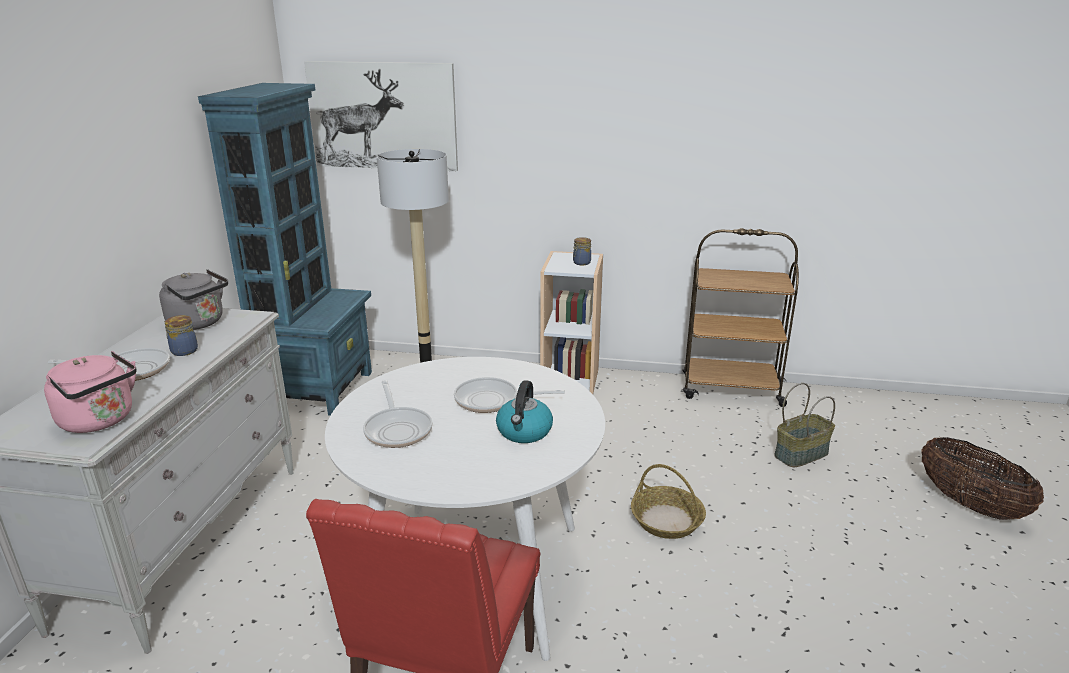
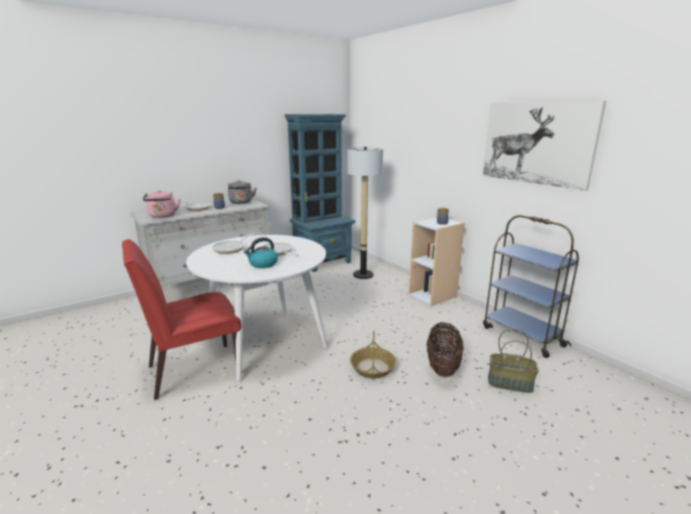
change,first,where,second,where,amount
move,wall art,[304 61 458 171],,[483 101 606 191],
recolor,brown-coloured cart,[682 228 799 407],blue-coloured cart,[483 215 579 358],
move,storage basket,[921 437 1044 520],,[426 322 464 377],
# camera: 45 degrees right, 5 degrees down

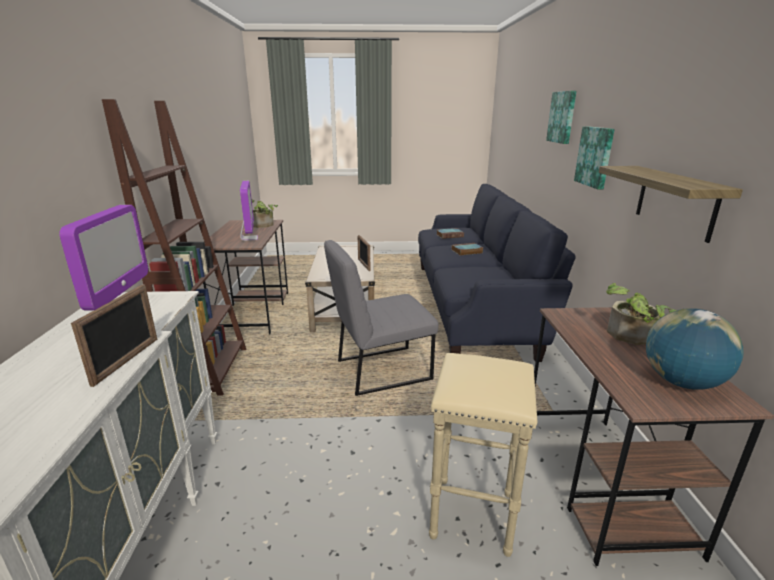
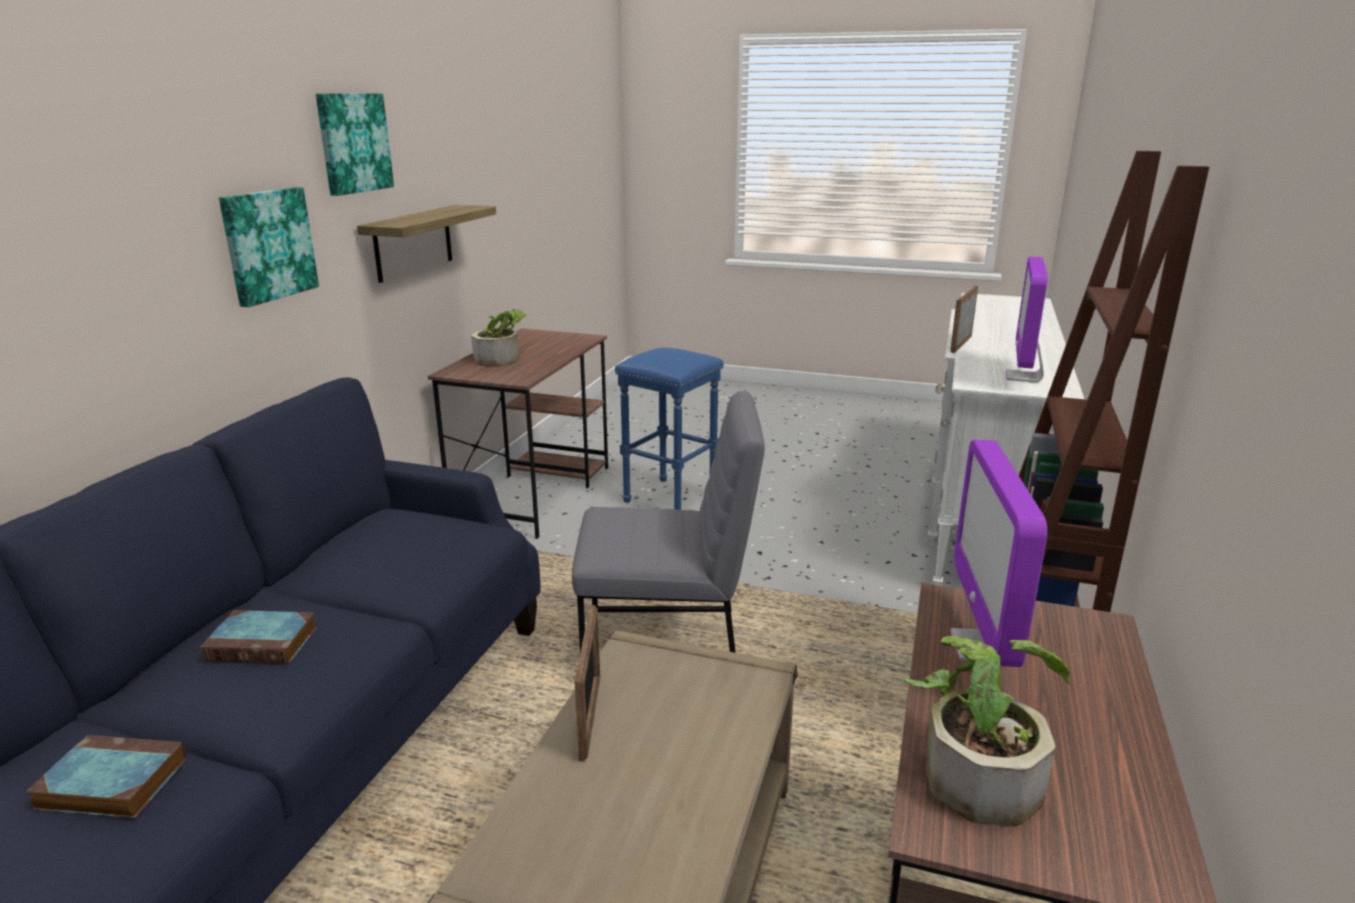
change,first,where,second,where,amount
move,wall art,[546 91 576 144],,[316 93 394 196],
delete,world globe,[646 308 744 390],,,
recolor,sand-coloured sitting stool,[429 353 537 557],blue-coloured sitting stool,[615 347 723 510],
# camera: 160 degrees left, 0 degrees up

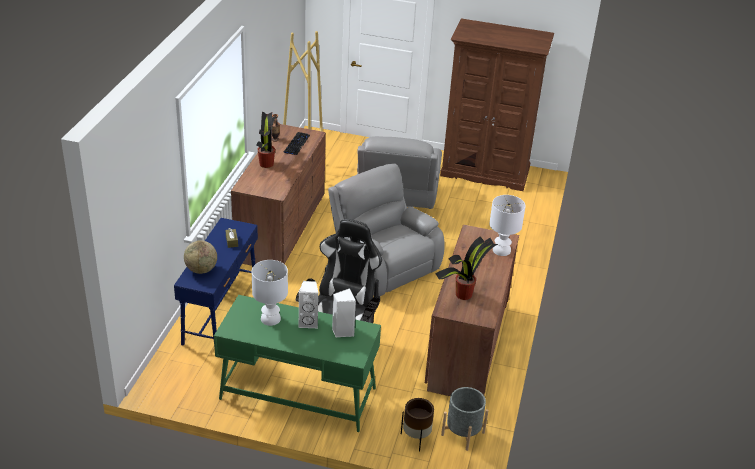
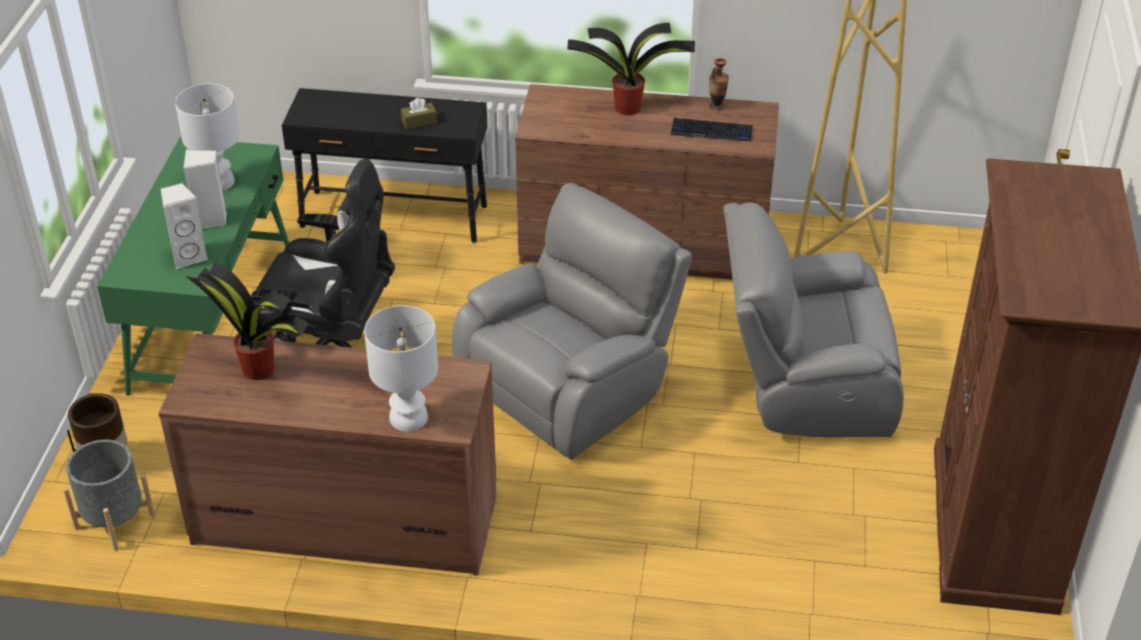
change,first,where,second,where,amount
recolor,blue-coloured hall table,[174 218 258 348],black hall table,[282 88 488 243],
delete,world globe,[184 240 217 274],,,
# camera: 85 degrees right, 5 degrees up

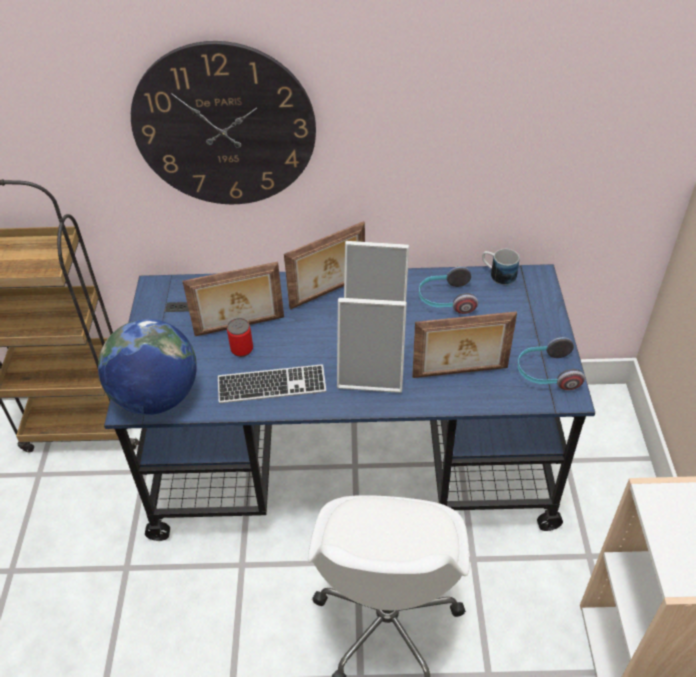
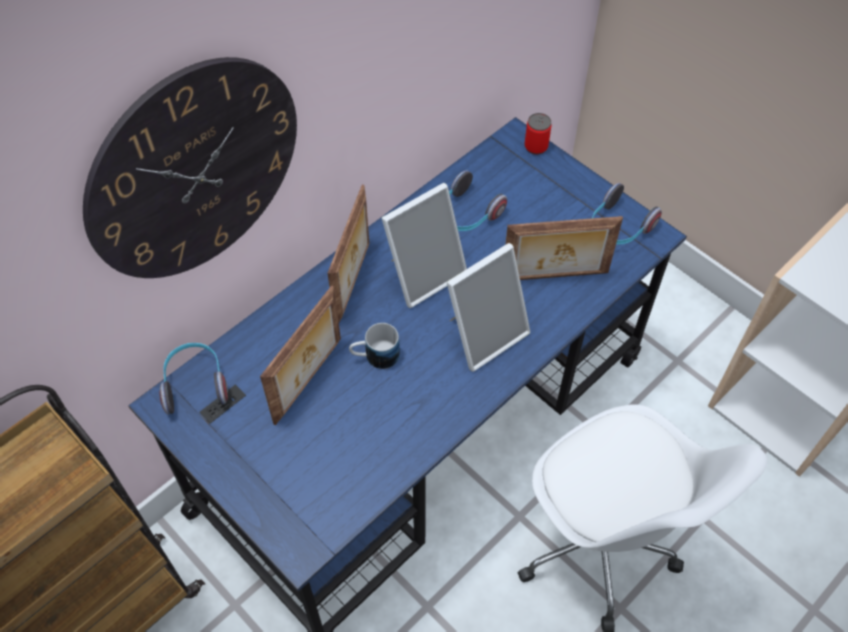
change,first,where,second,where,amount
move,mug,[482 249 520 285],,[349 323 400 369],
rotate,photo frame,[412 311 517 378],,[505 216 623 280],45 degrees clockwise
move,sealed can,[227 318 253 357],,[525 113 552 155],
delete,world globe,[98 319 197 415],,,
delete,PC keyboard,[218 364 326 403],,,
insert,,,headphones,[159 343 228 415],
# camera: 45 degrees left, 10 degrees up

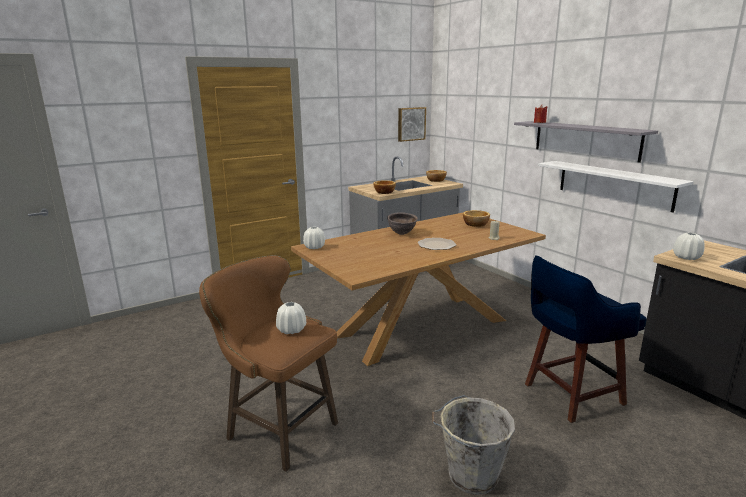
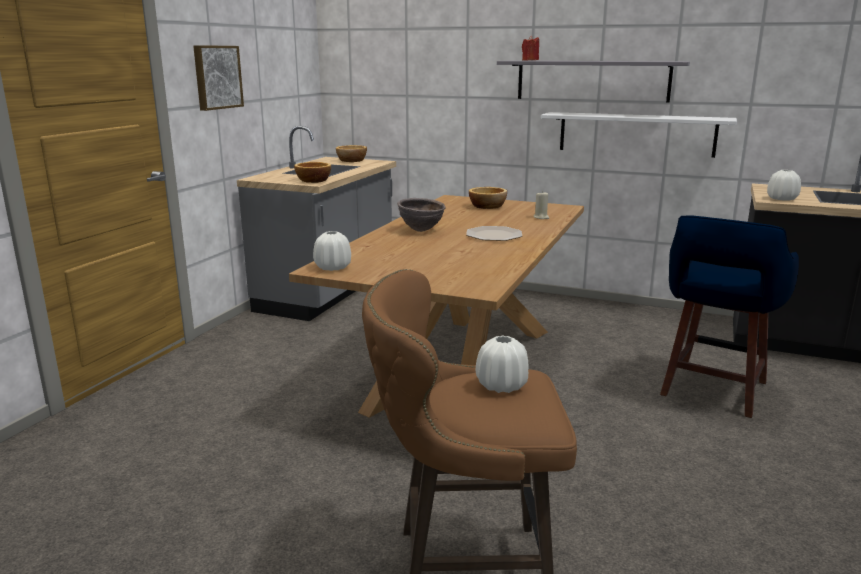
change,first,where,second,where,amount
move,wall art,[398 107 426 142],,[193 45 244 111],
delete,greyish pail,[432 395 515 495],,,
# camera: 35 degrees left, 0 degrees up

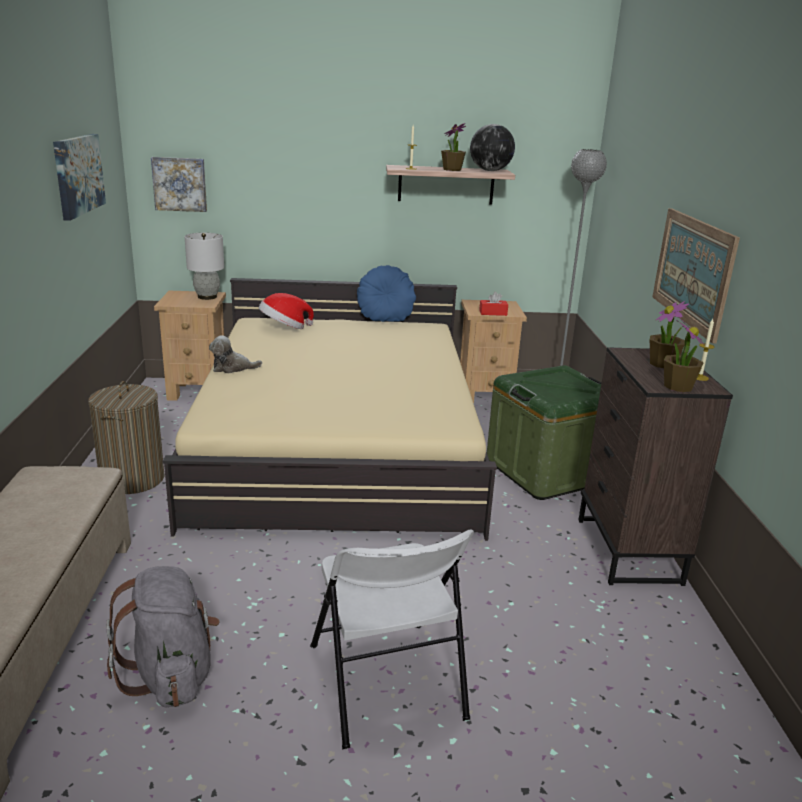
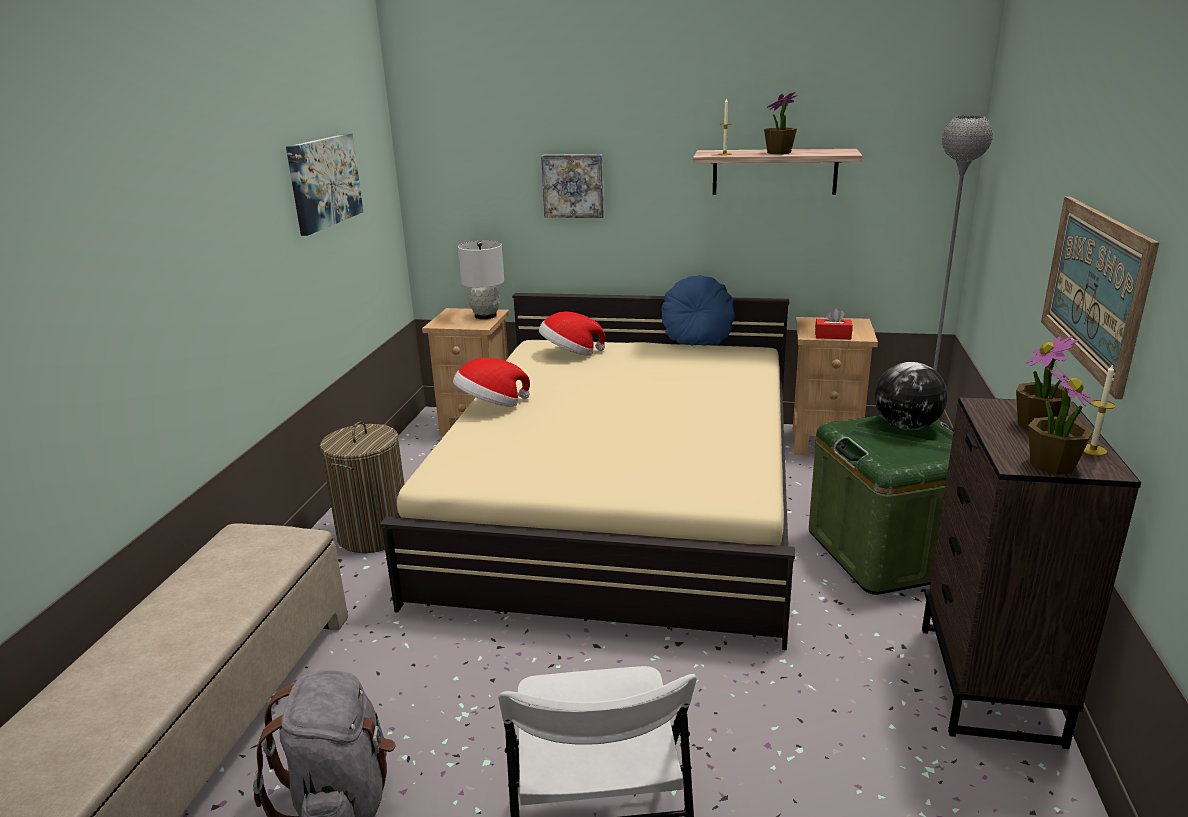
change,first,where,second,where,amount
move,world globe,[470 124 515 171],,[875 362 947 430],
move,wall art,[151 157 207 212],,[541 154 604 218],
replace,cuddly toy,[209 335 262 373],clothing hat,[453 358 530 407],
# camera: 15 degrees right, 0 degrees up

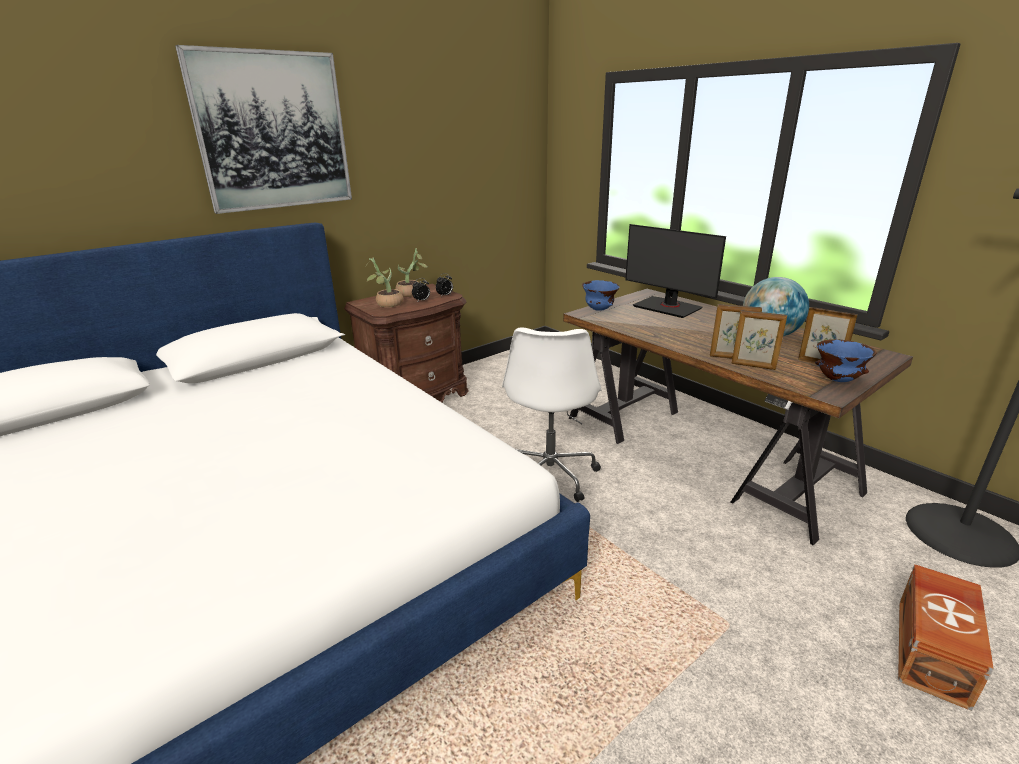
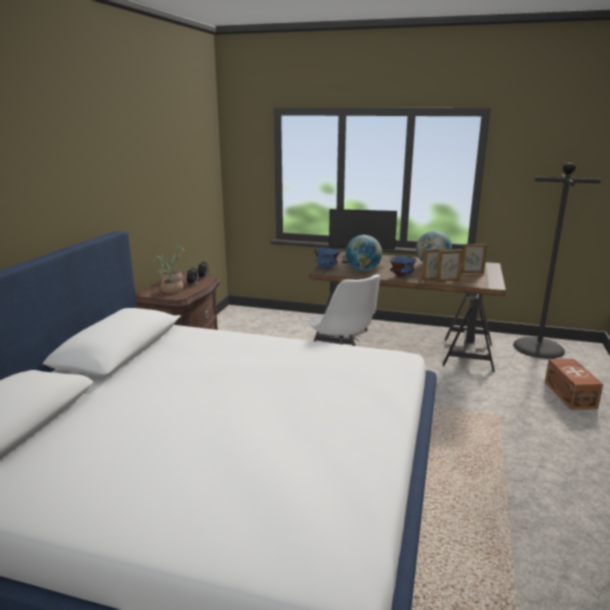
change,first,where,second,where,amount
delete,wall art,[175 45 352 214],,,
move,blue-coloured bowl,[815 339 877 382],,[389 256 417 277],
insert,,,world globe,[346 235 382 271],
# camera: 35 degrees left, 5 degrees down

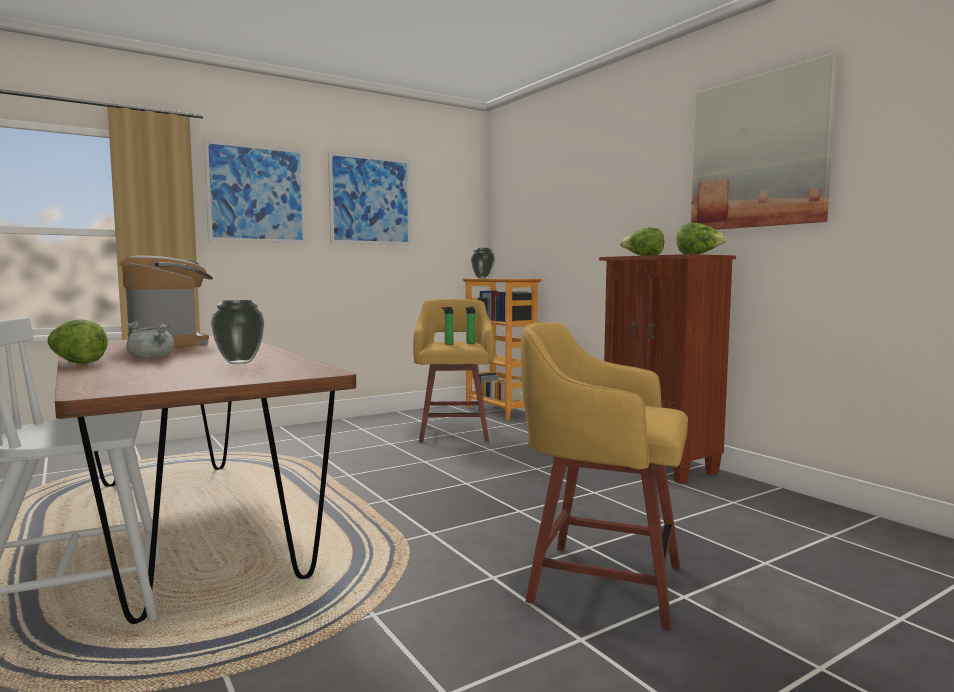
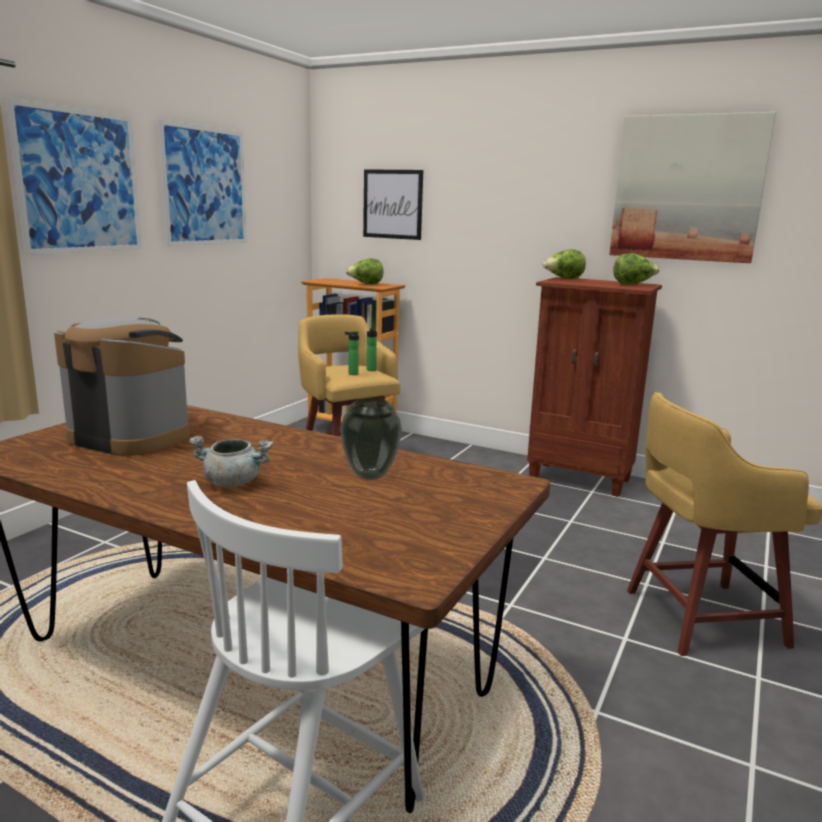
change,first,where,second,where,amount
delete,vase,[471 248 495 279],,,
move,head of lettuce,[47 319 108 364],,[346 258 383 284],
insert,,,wall art,[363 169 423 240],
# camera: 30 degrees left, 10 degrees up

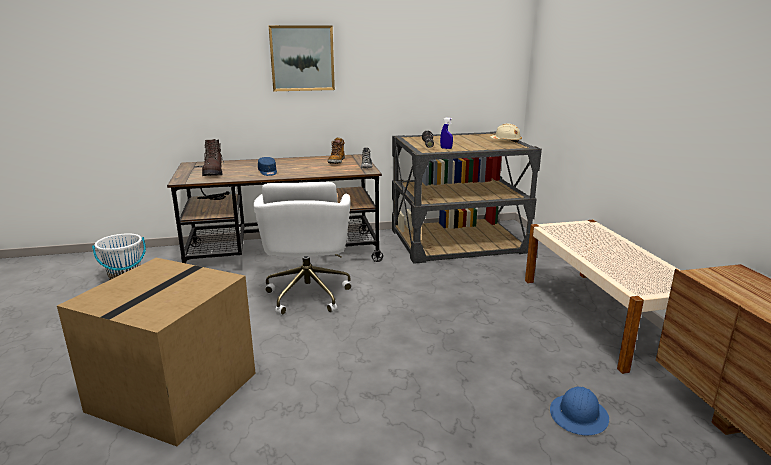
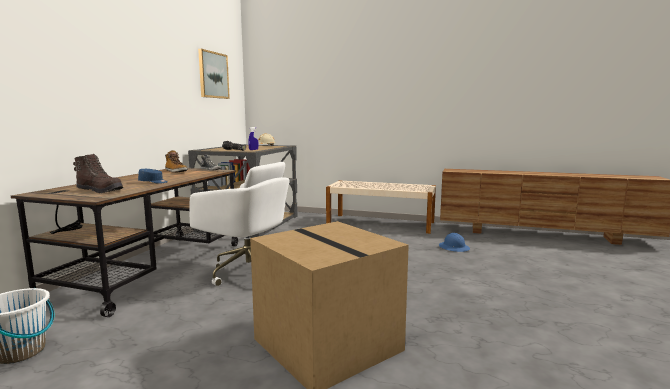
change,first,where,second,where,amount
move,wall art,[268 25 335 91],,[198 49 230 99],
# camera: 60 degrees left, 10 degrees down

